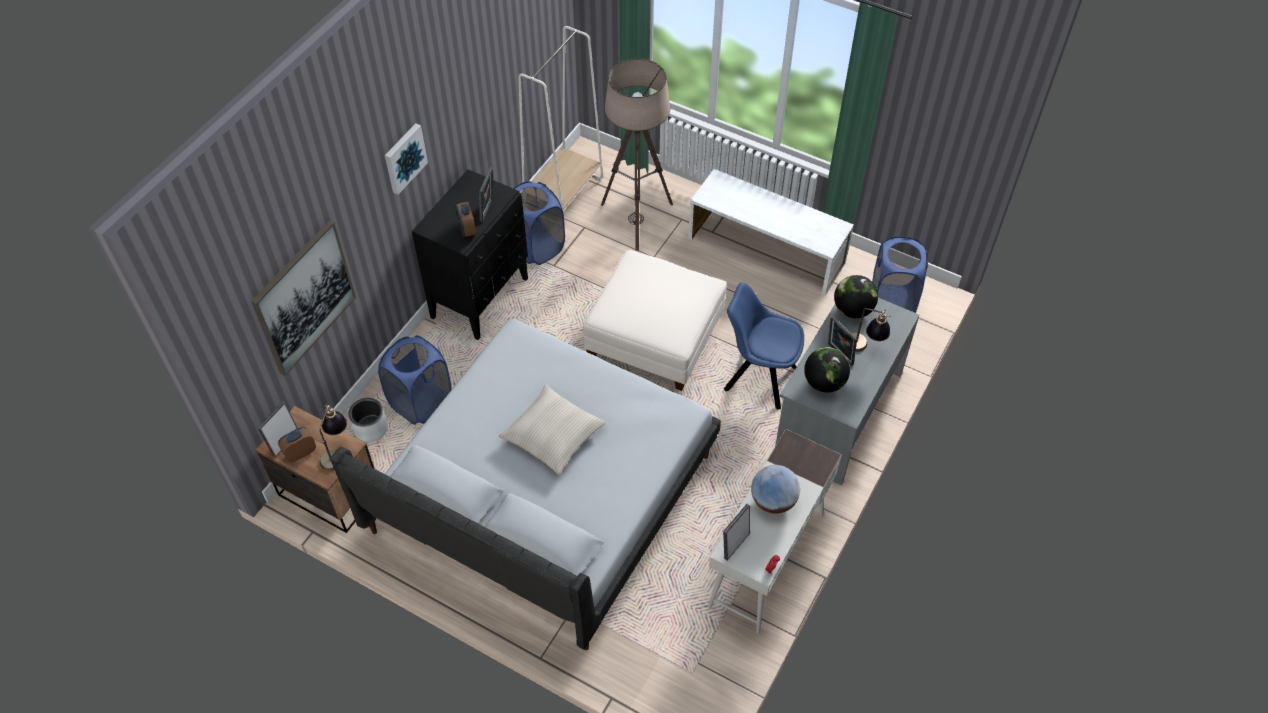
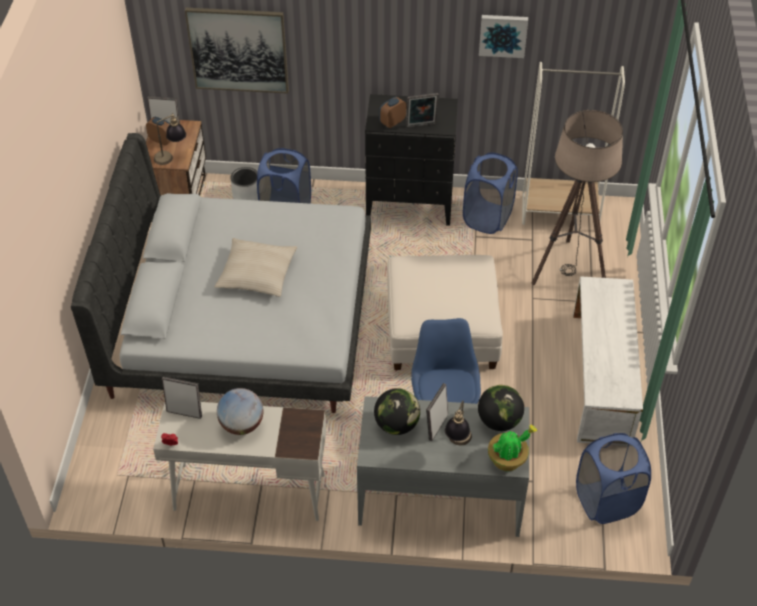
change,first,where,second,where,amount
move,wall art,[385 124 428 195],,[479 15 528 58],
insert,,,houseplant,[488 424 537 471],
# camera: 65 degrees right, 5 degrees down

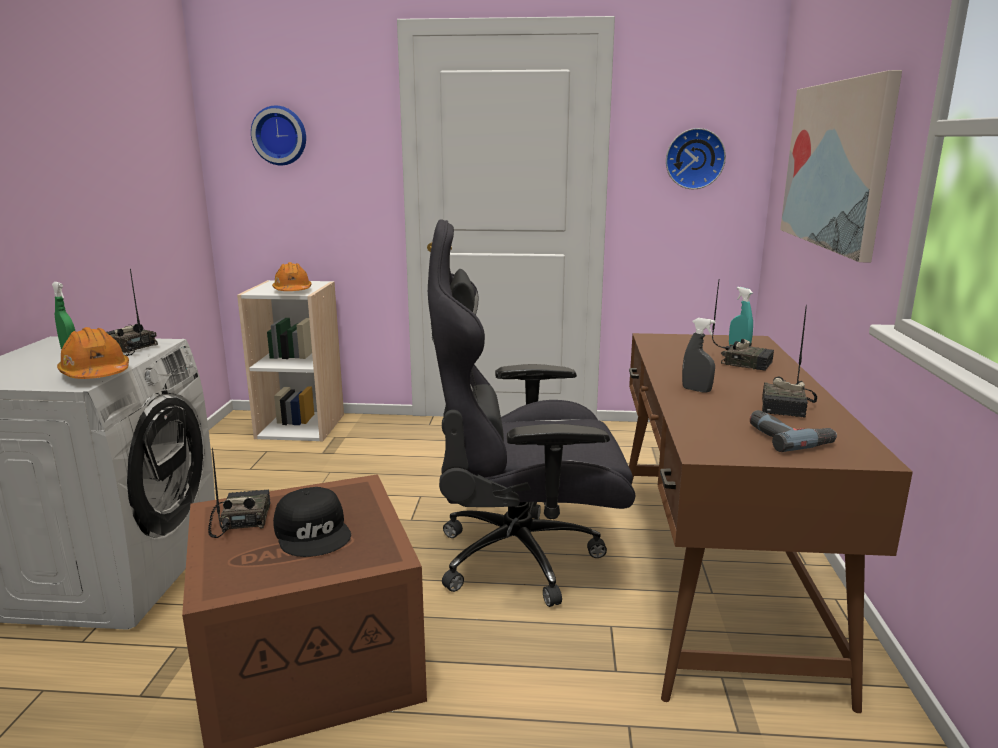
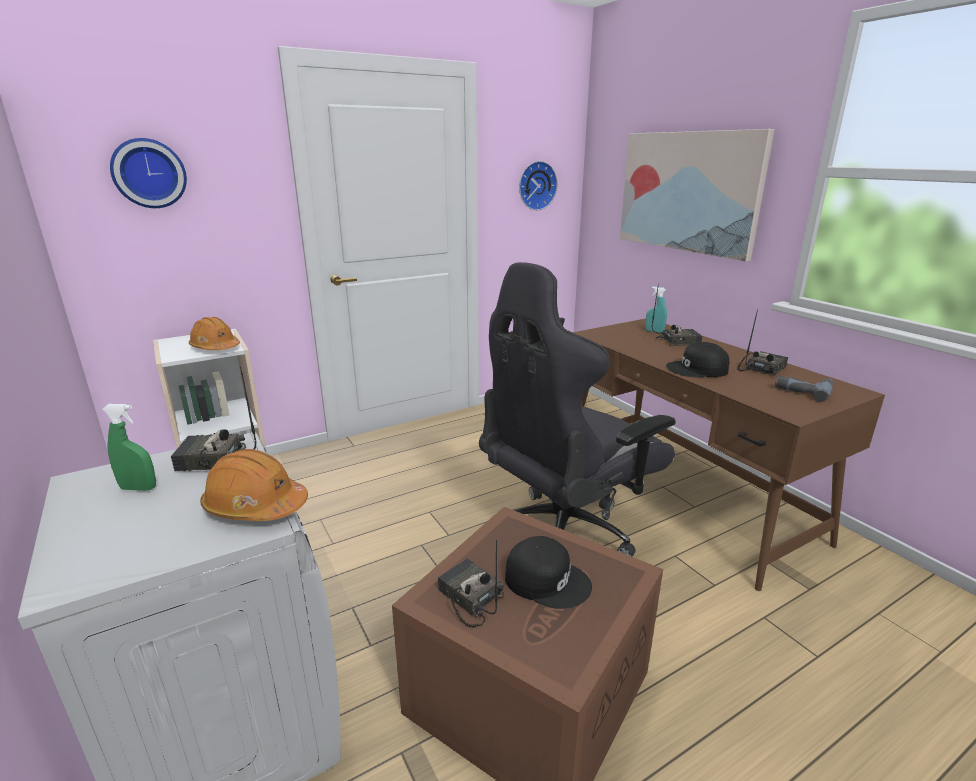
change,first,where,second,where,amount
rotate,radio,[762 305 817 418],,[737 309 788 376],120 degrees counterclockwise
replace,greyish spray bottle,[682 318 716 393],black peaked cap,[666 342 729 377],
# camera: 35 degrees left, 5 degrees up

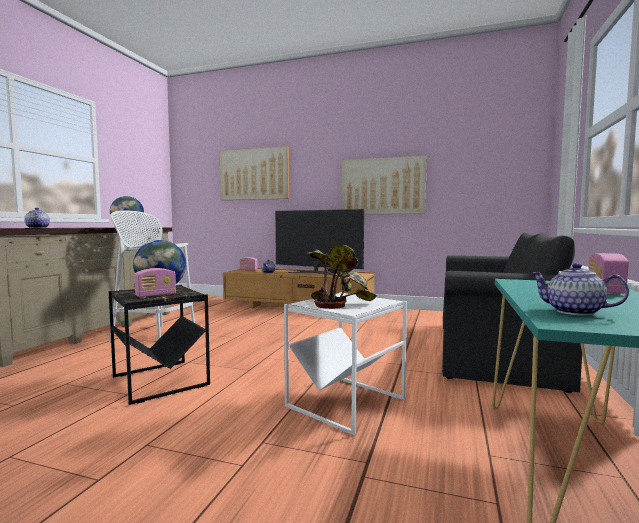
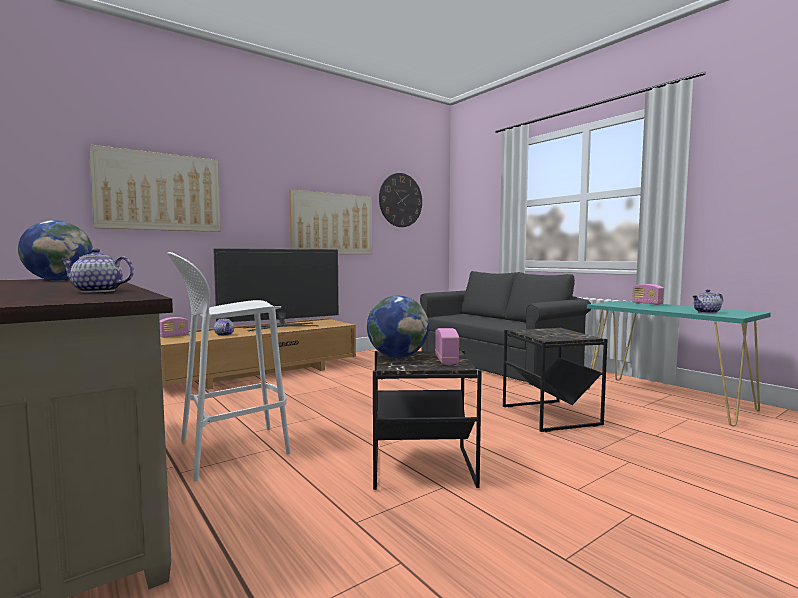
change,first,where,second,where,amount
delete,houseplant,[307 245 377 309],,,
recolor,white-coloured accent table,[284 292 407 435],black accent table,[503 327 608 432],
insert,,,wall clock,[379 173 422 227],
# camera: 55 degrees left, 0 degrees up

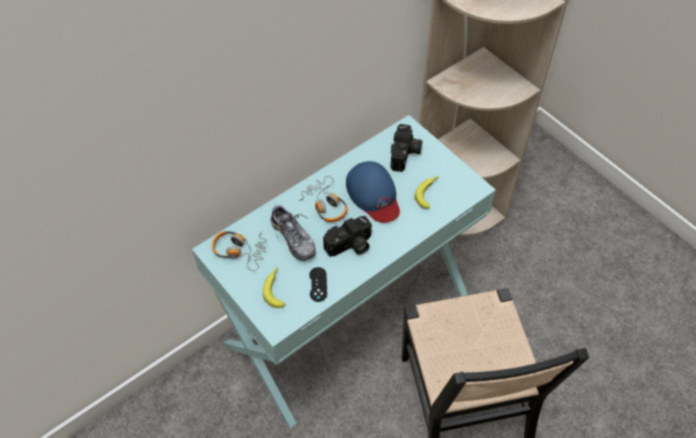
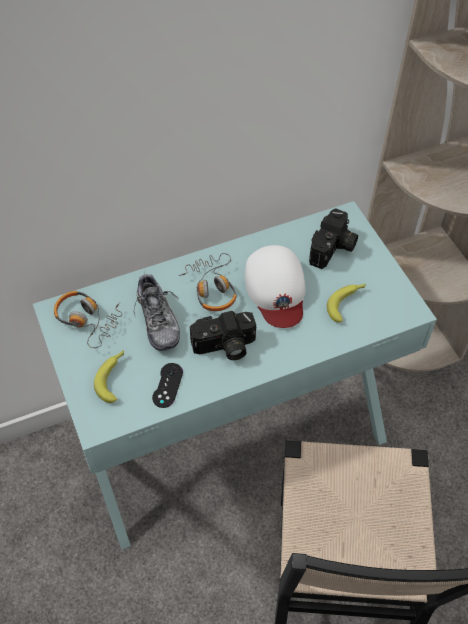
change,first,where,second,where,amount
recolor,blue-coloured peaked cap,[346 161 400 223],white-coloured peaked cap,[245 245 306 328],
# camera: 15 degrees right, 0 degrees up

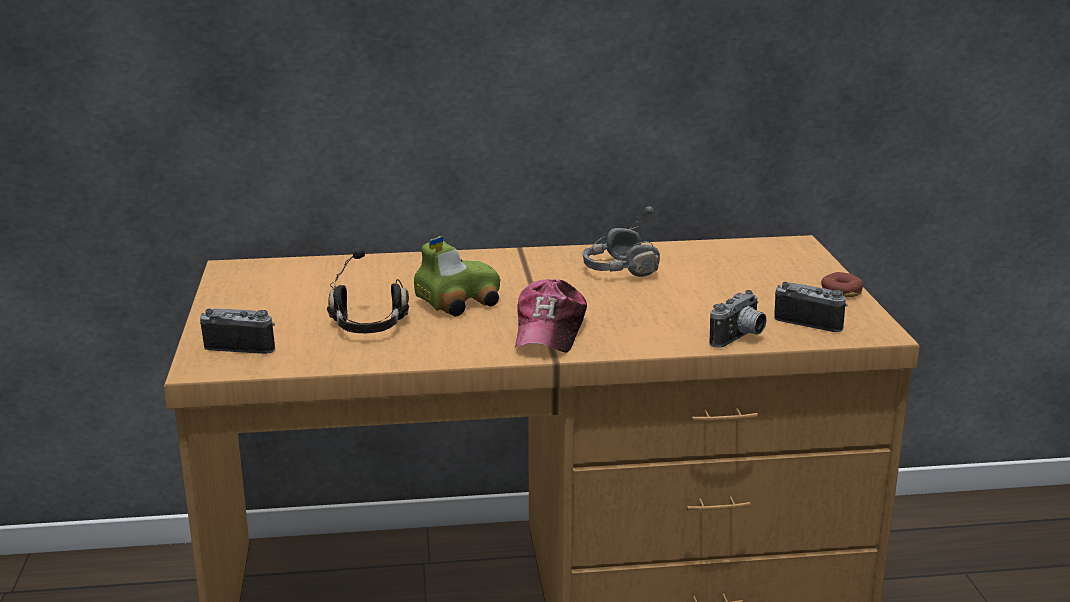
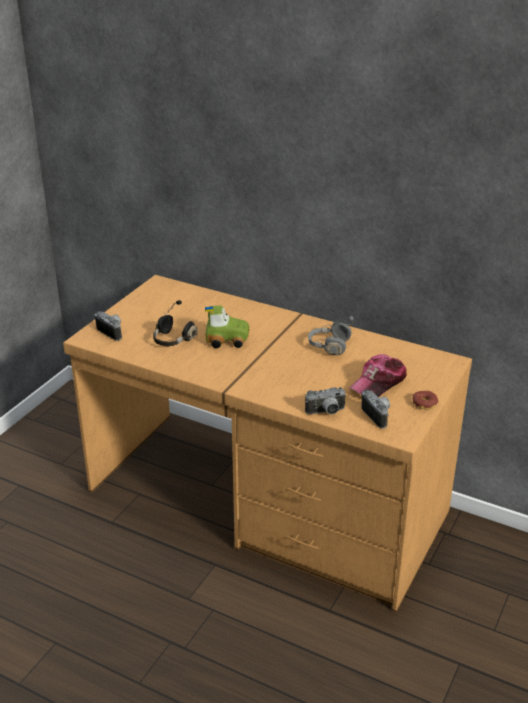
change,first,where,second,where,amount
move,peaked cap,[515 279 587 353],,[350 354 407 397],
# camera: 35 degrees right, 10 degrees up

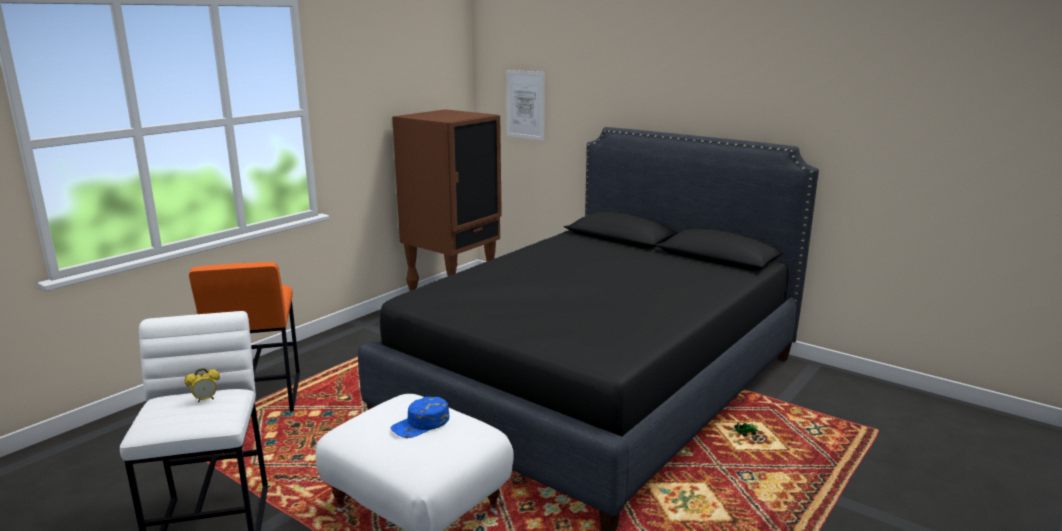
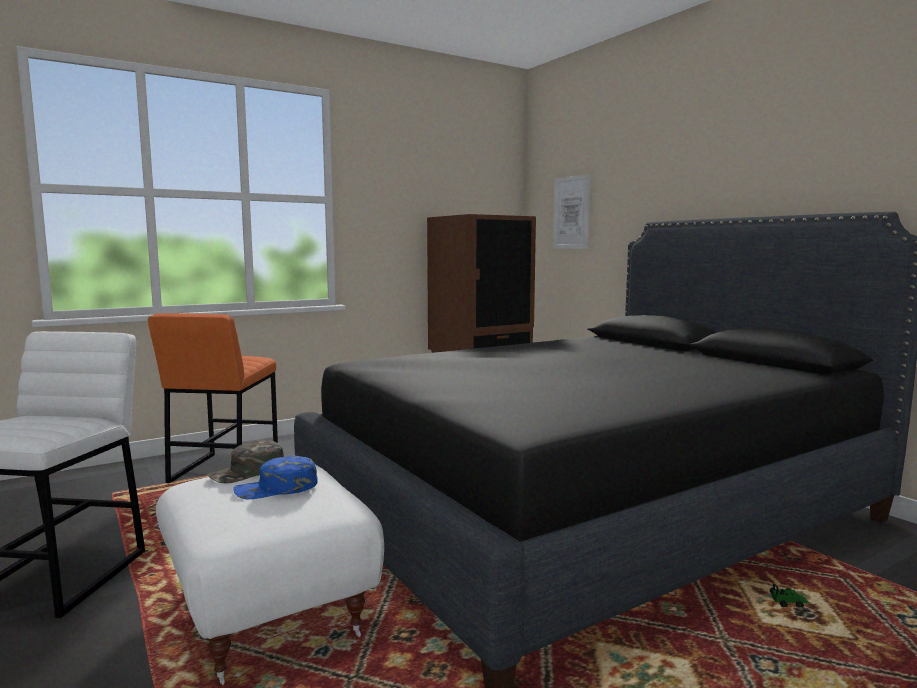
change,first,where,second,where,amount
delete,alarm clock,[184 368 220 403],,,
insert,,,greenish peaked cap,[207 441 284 483],
# camera: 20 degrees right, 10 degrees down

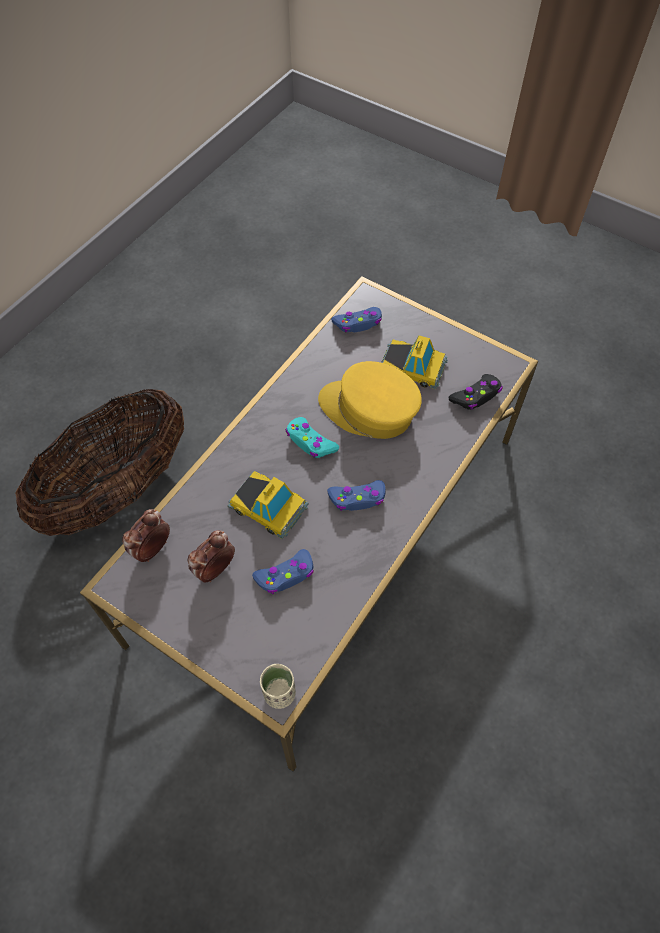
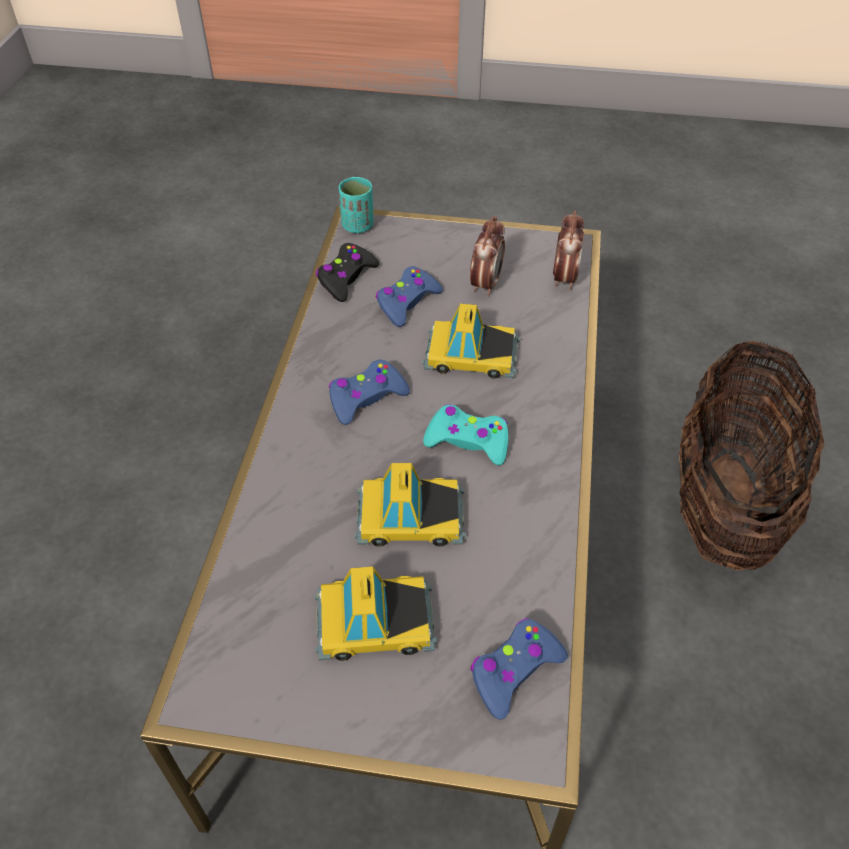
change,first,where,second,where,amount
replace,yellow-coloured peaked cap,[318 361 422 439],toy car,[355 463 466 547],
move,black gamepad,[448 374 503 410],,[316 243 379 302],
recolor,sand-coloured small cup,[260 664 296 709],turquoise small cup,[339 177 373 233],
# camera: 155 degrees right, 10 degrees down

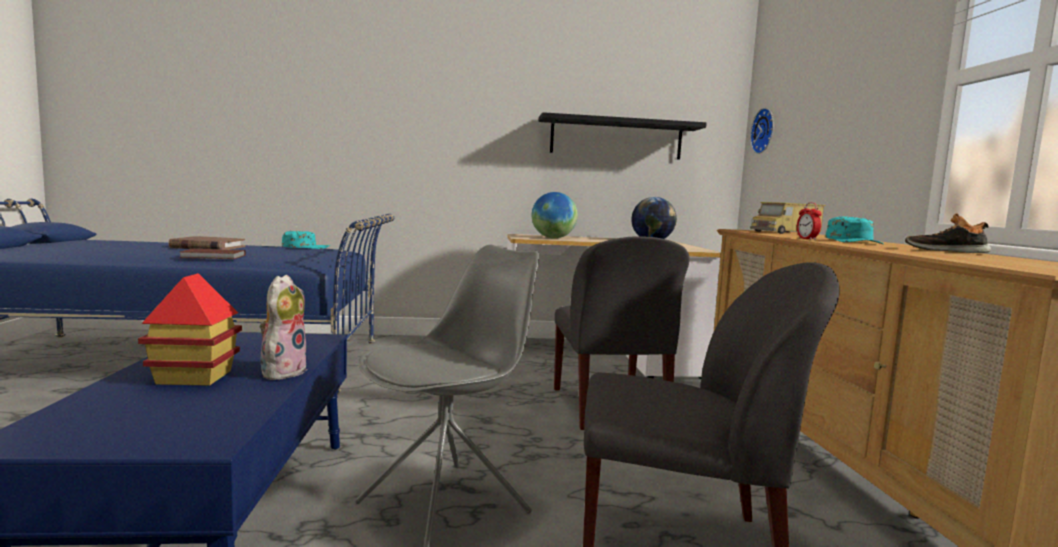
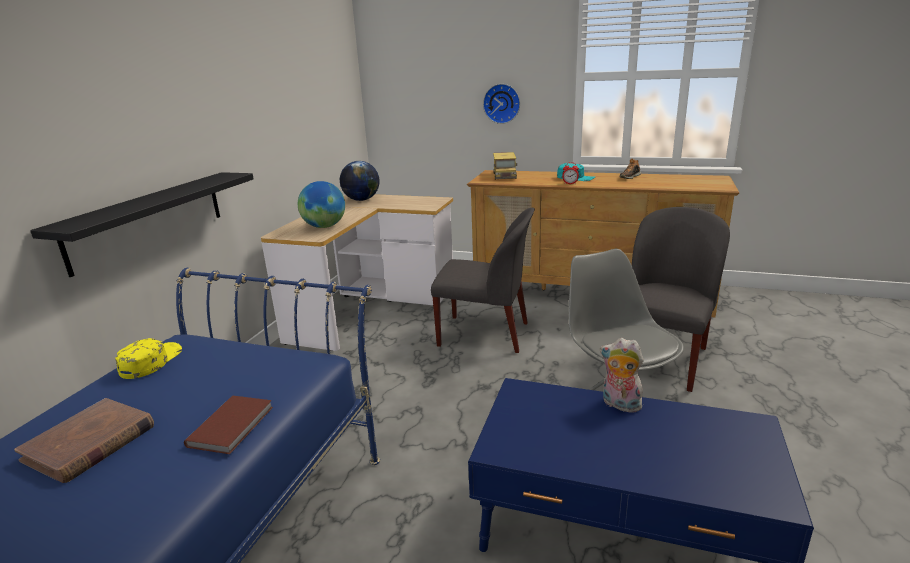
change,first,where,second,where,amount
move,wall clock,[750 108 774 154],,[483 84 520 124],
move,black bracket shelf,[539 112 707 160],,[30 172 254 277],
recolor,turquoise peaked cap,[282 231 330 249],yellow-coloured peaked cap,[115 338 182 379],
delete,miniature house,[138 273 242 386],,,
# camera: 65 degrees left, 15 degrees up

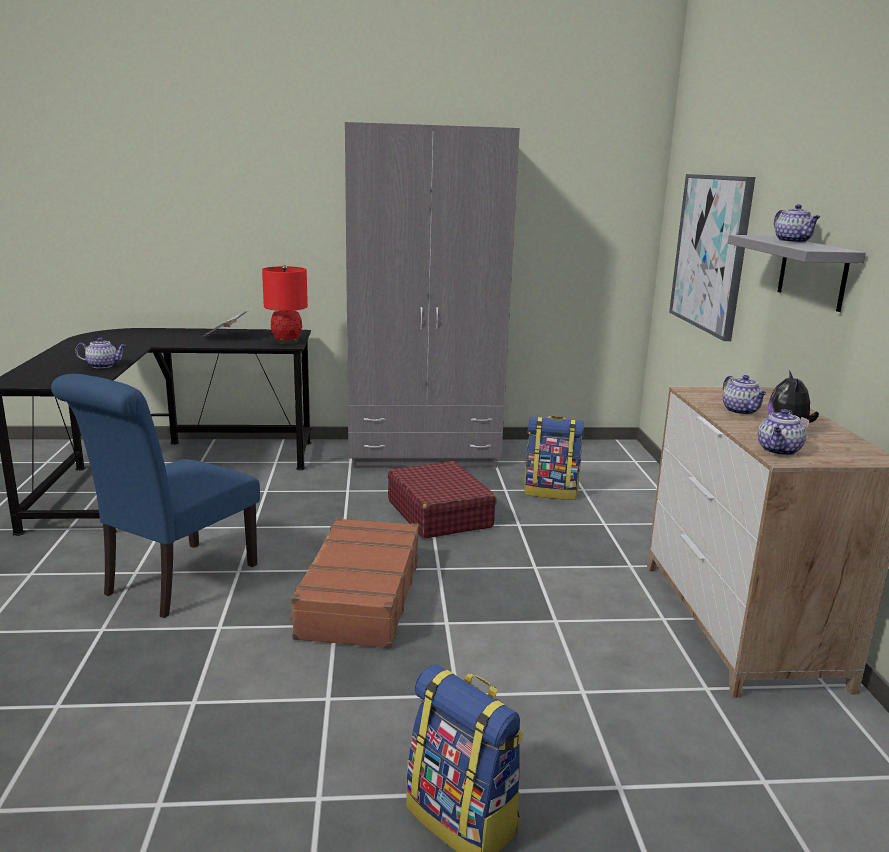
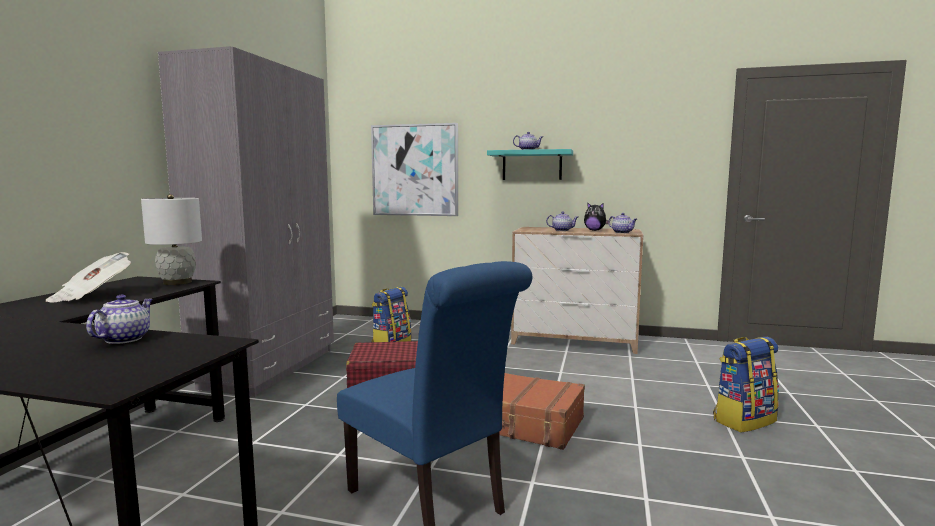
change,first,where,second,where,amount
recolor,greyish bracket shelf,[728 235 866 312],turquoise bracket shelf,[487 149 573 180],
recolor,red lamp for a table,[262 265 308 344],white-coloured lamp for a table,[141 194 202 285],
# camera: 70 degrees left, 10 degrees down

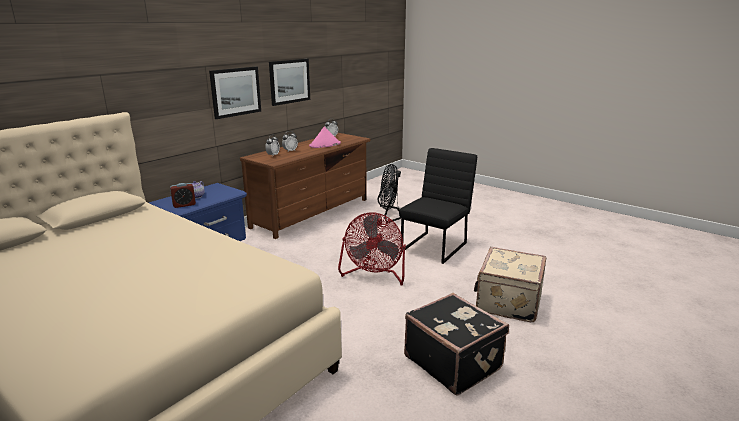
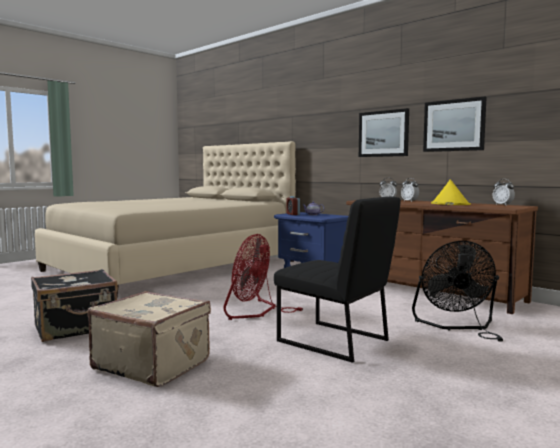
change,first,where,second,where,amount
recolor,pink clothing hat,[309 127 341 148],yellow-coloured clothing hat,[431 179 471 205],
# camera: 95 degrees right, 15 degrees down

